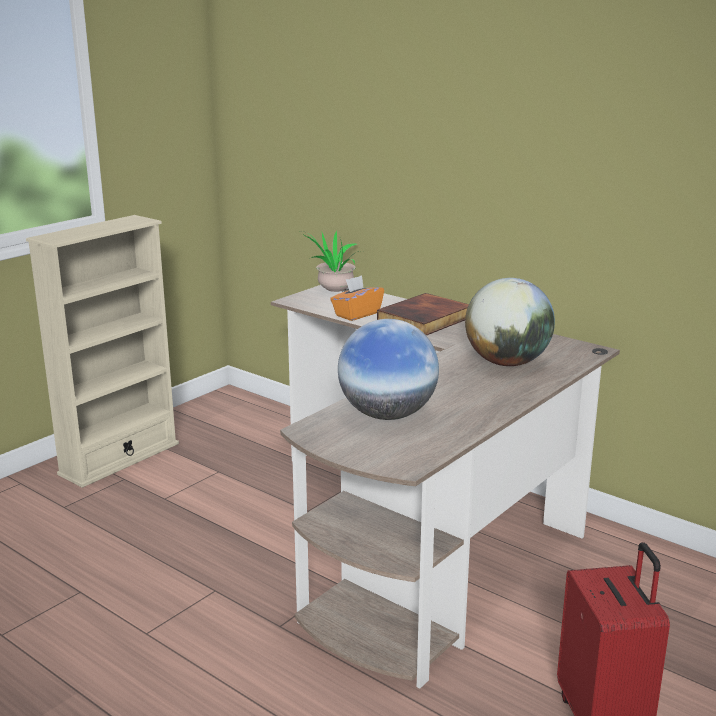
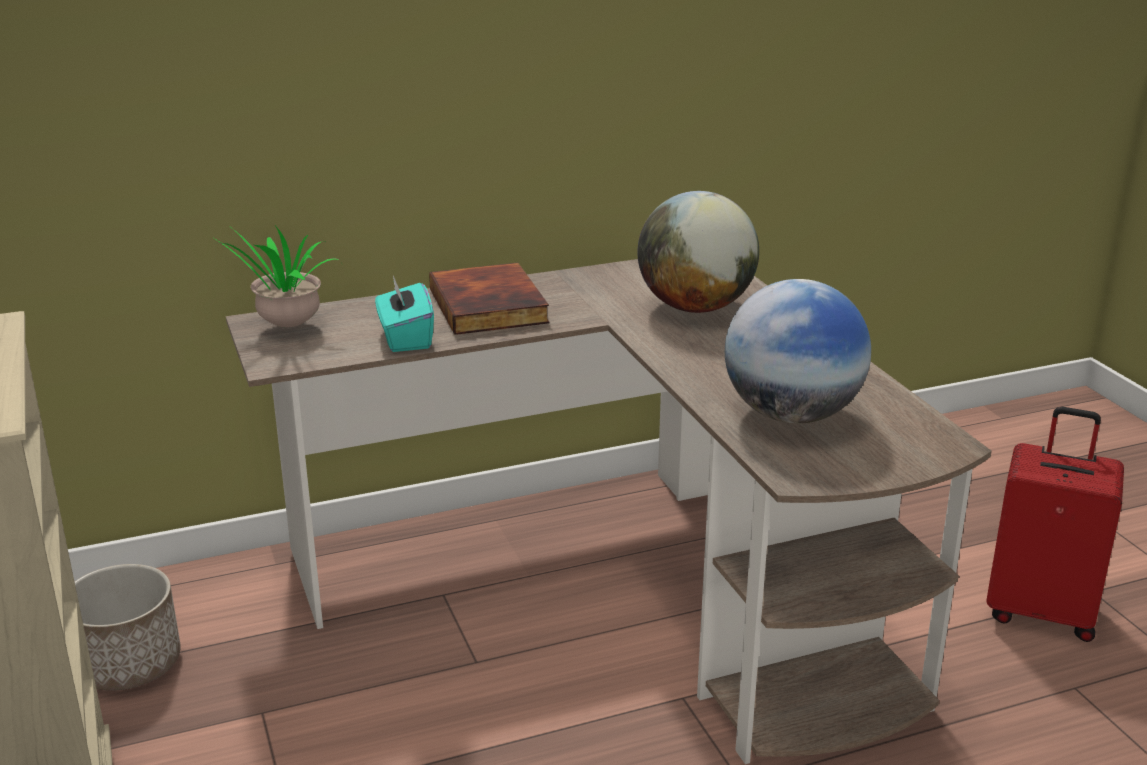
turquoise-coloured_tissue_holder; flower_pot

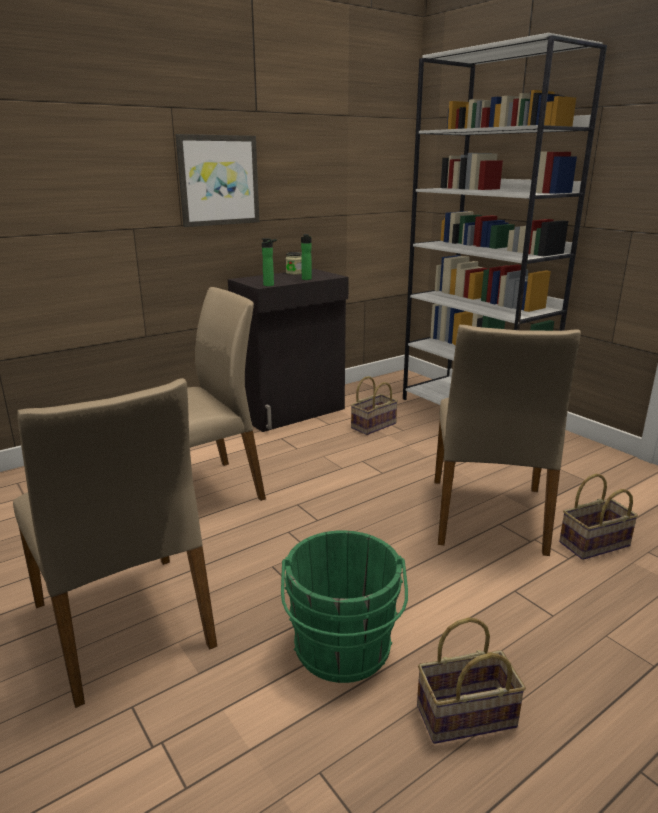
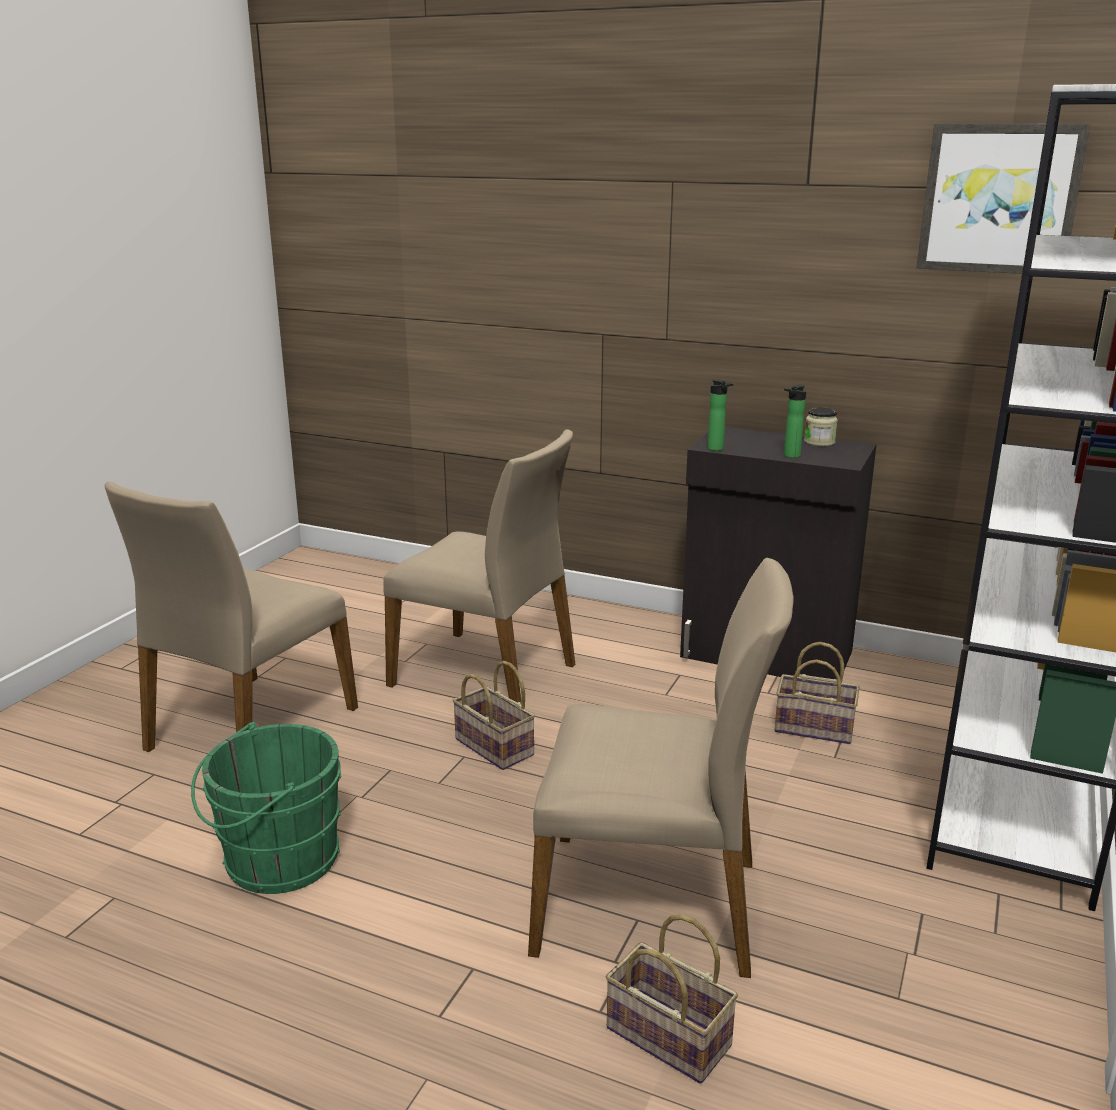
picture; sand-coloured_chair (no. 3 from left); household_basket (no. 1 from left)

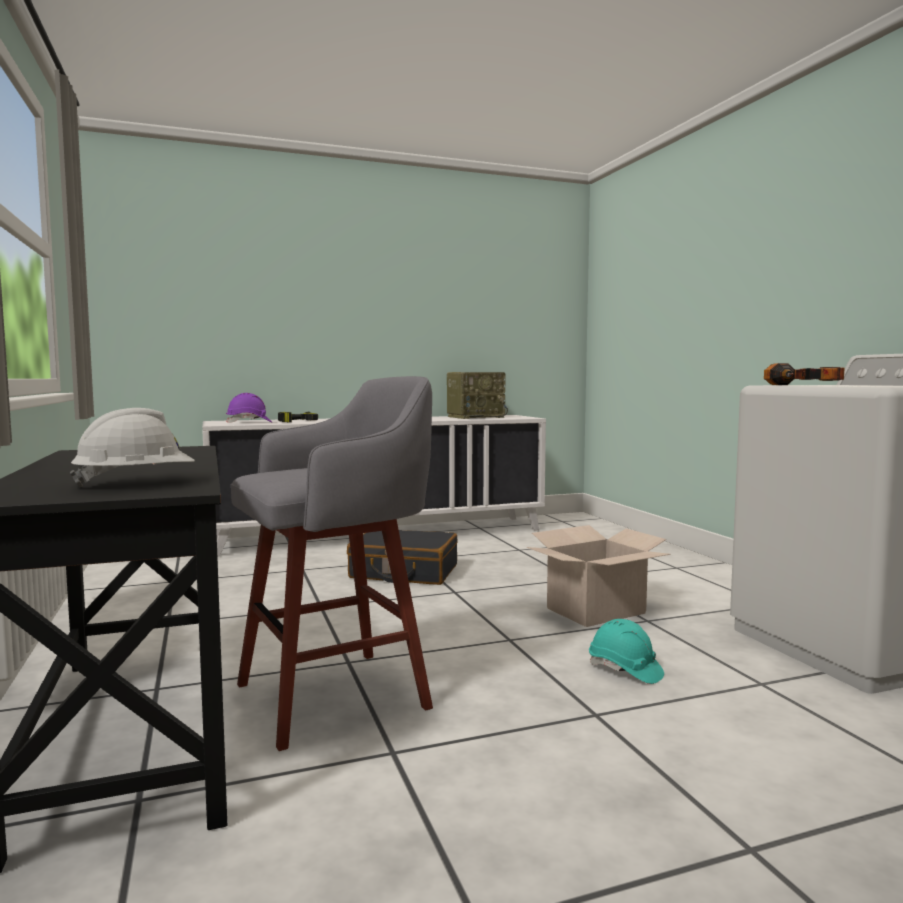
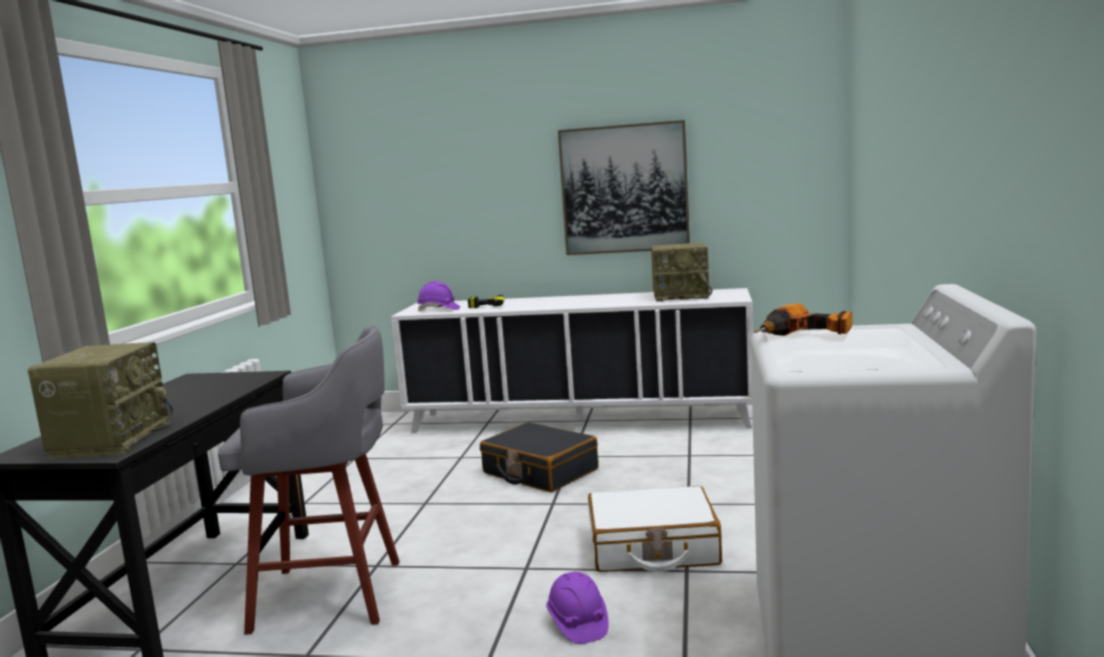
radio_receiver (no. 1 from left); whitish_suitcase; purple_hard_hat (no. 2 from left); picture

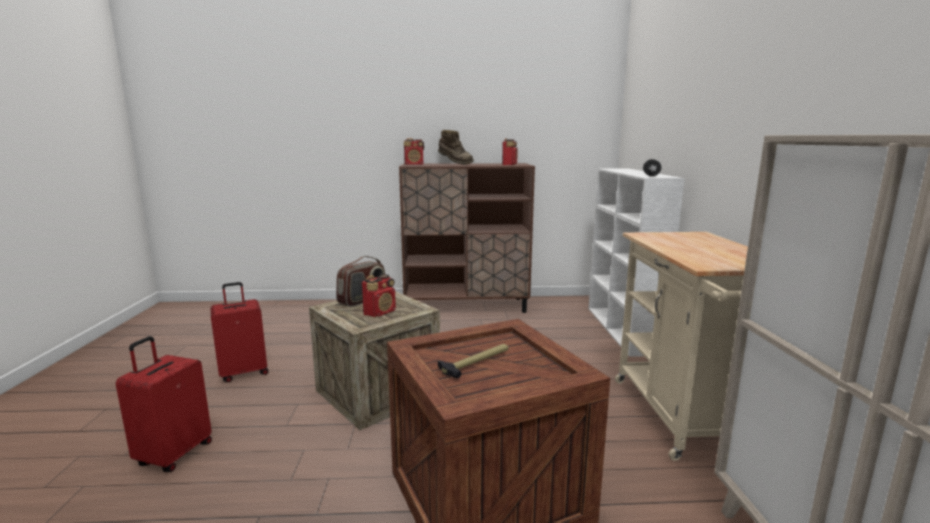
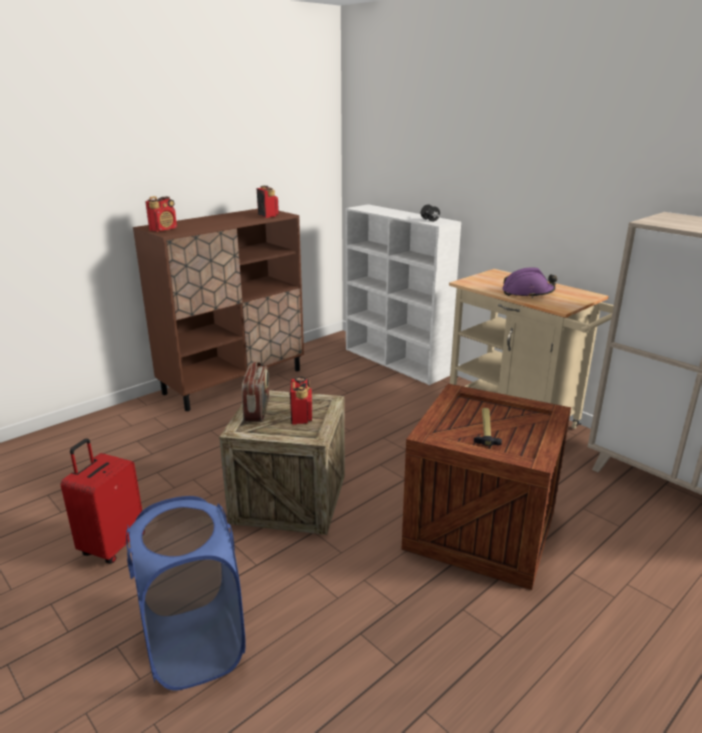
brown_tall_boot; bluish_hamper; purple_hard_hat

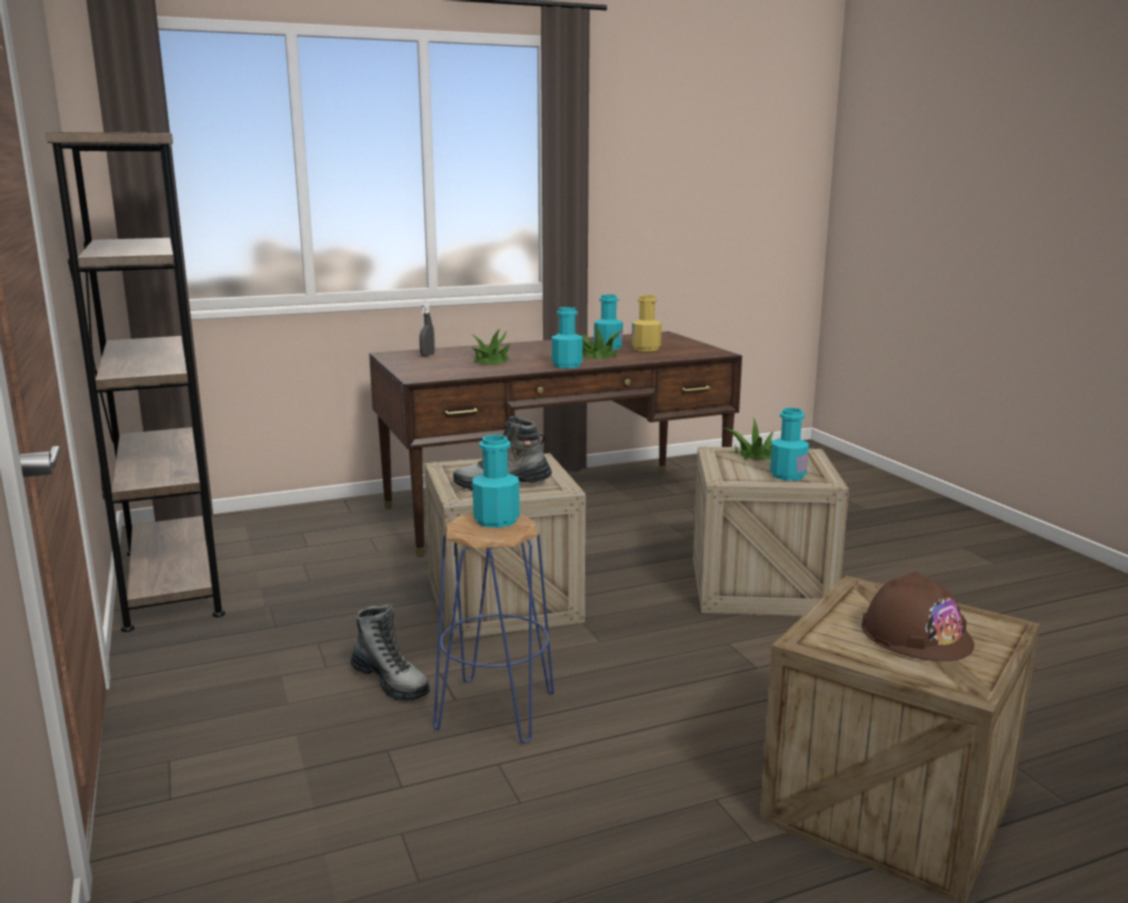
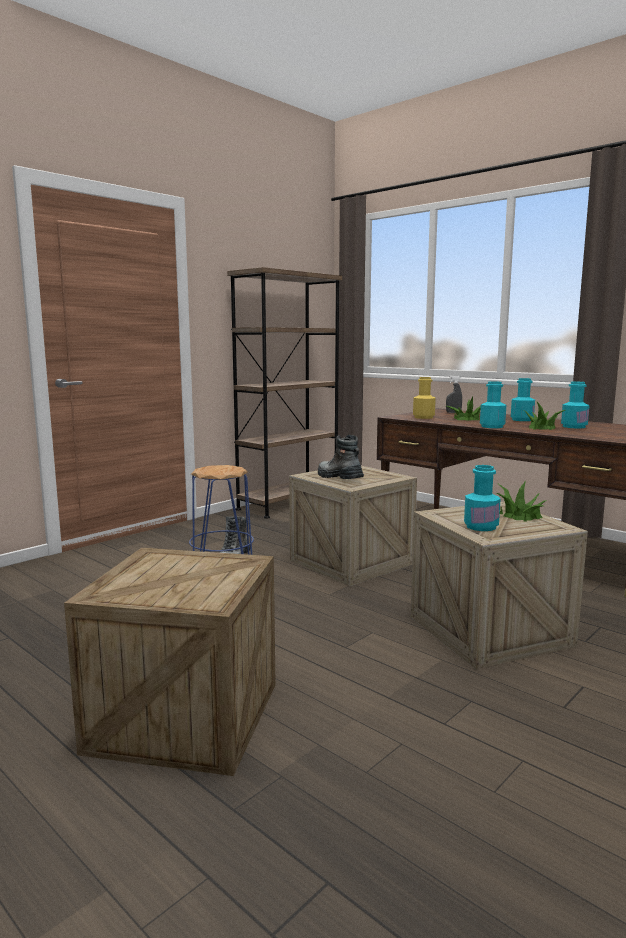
yellow_drink_bottle; turquoise-coloured_drink_bottle (no. 3 from left); brown_hard_hat

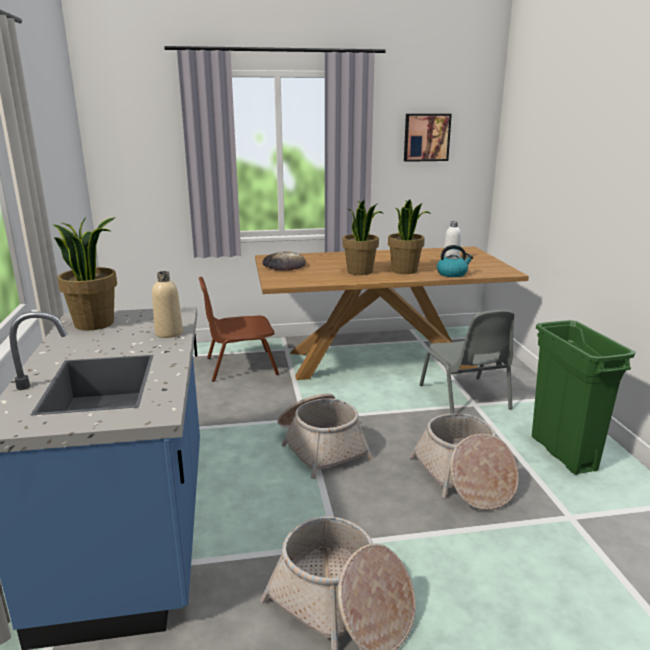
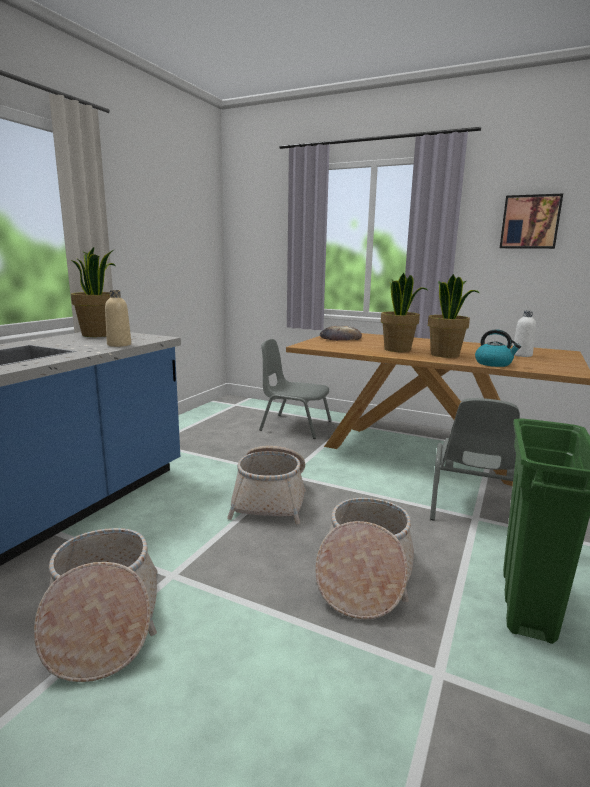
gray_chair (no. 1 from left)

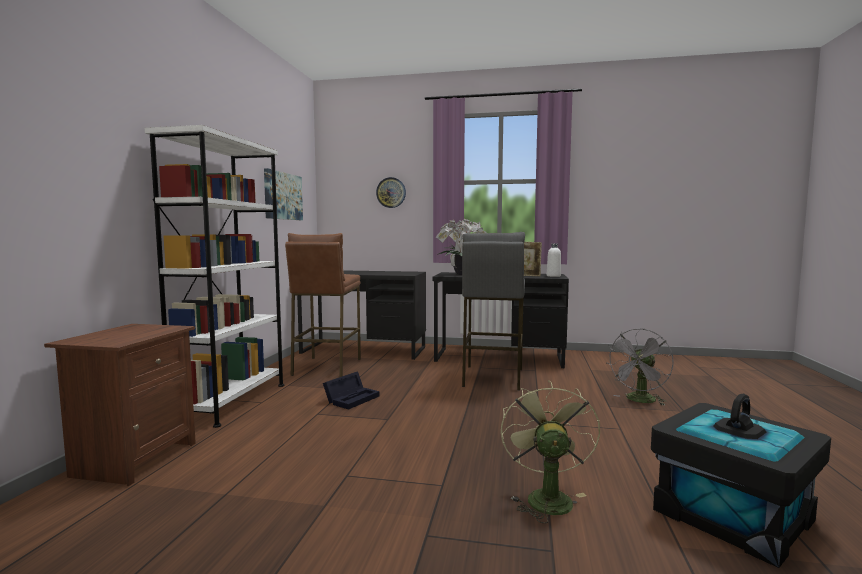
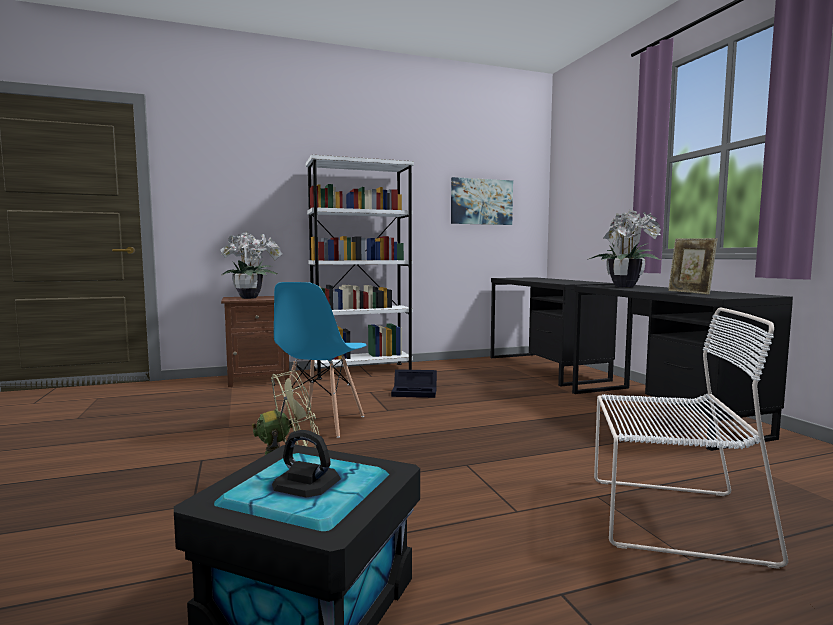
clock_on_the_wall; gray_sitting_stool; brown_sitting_stool; whitish_drink_bottle; whitish_chair; houseplant (no. 1 from left); bluish_chair

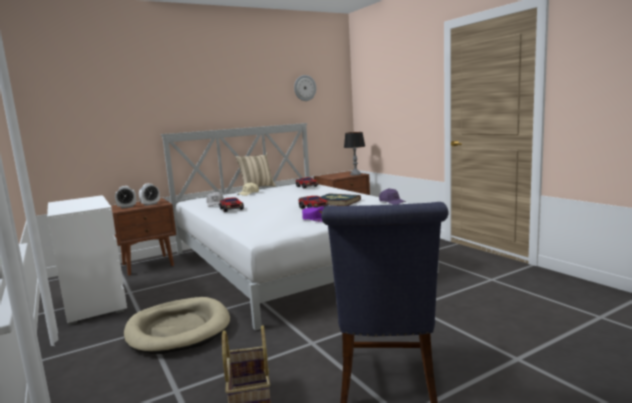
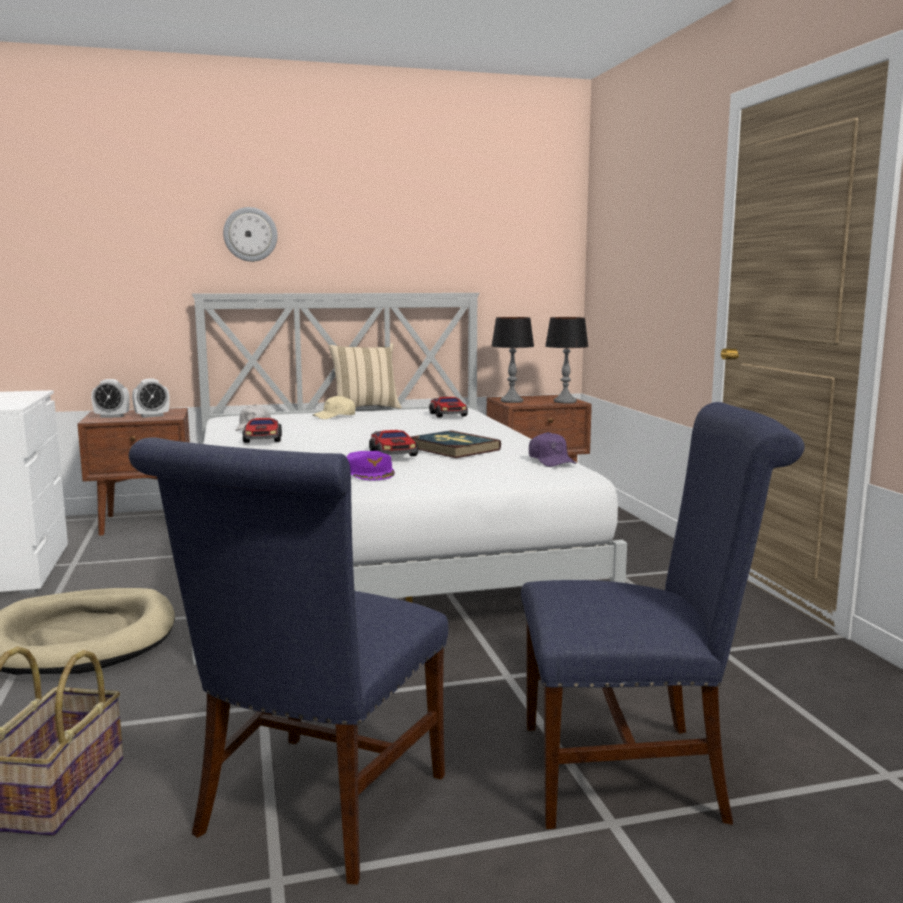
clock_on_the_wall; table_lamp (no. 1 from left); bluish_chair (no. 2 from left)

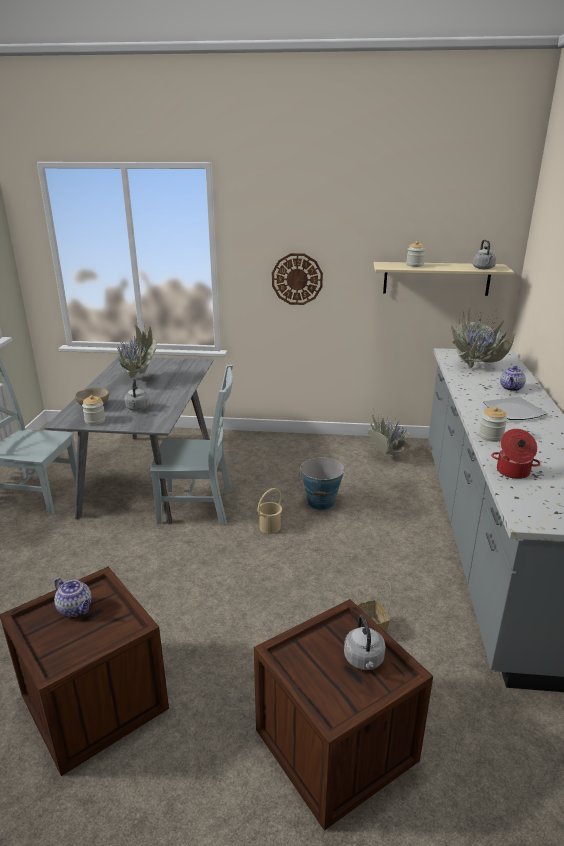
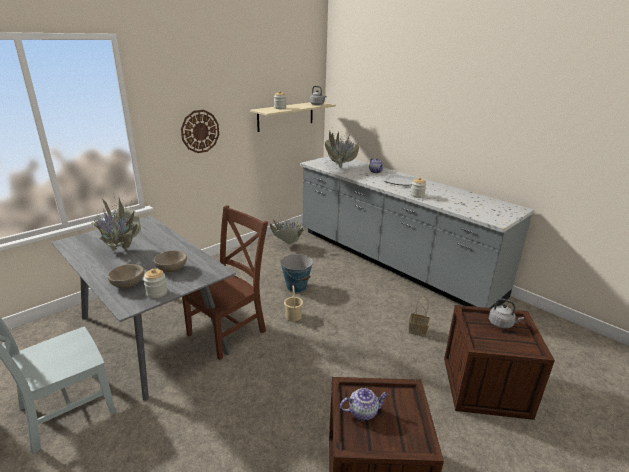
brown_chair; sand-coloured_bowl (no. 2 from left); cooking_pot

